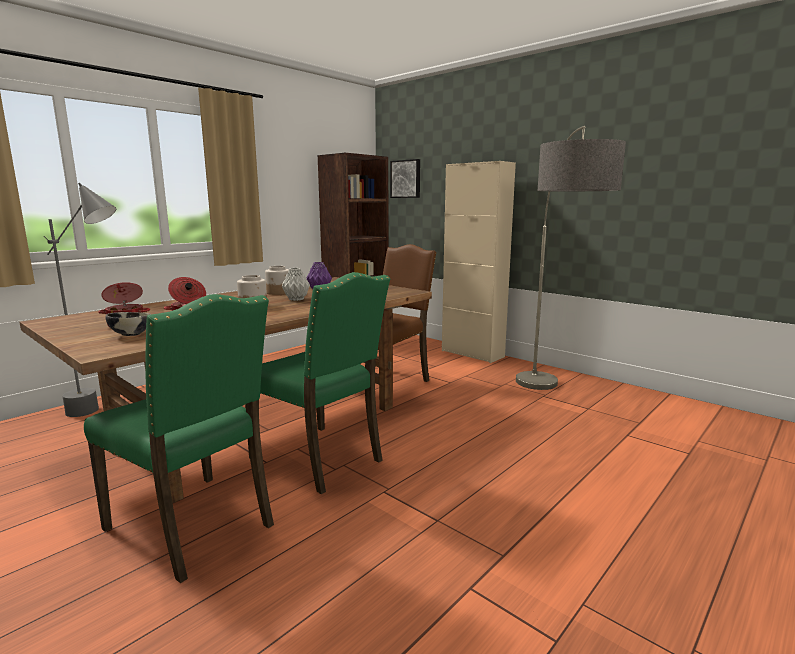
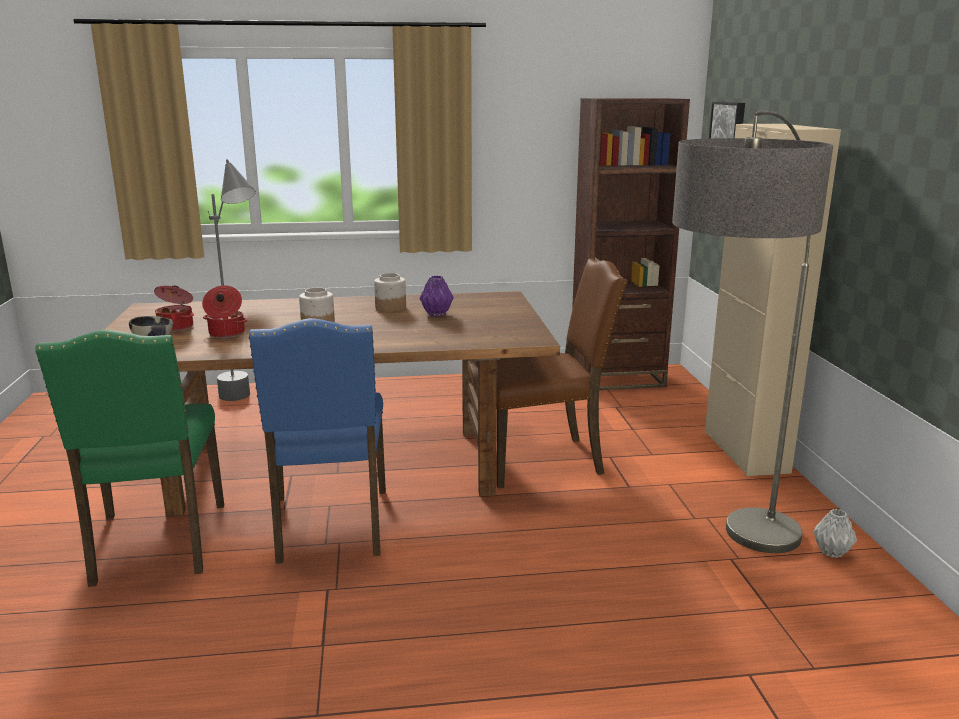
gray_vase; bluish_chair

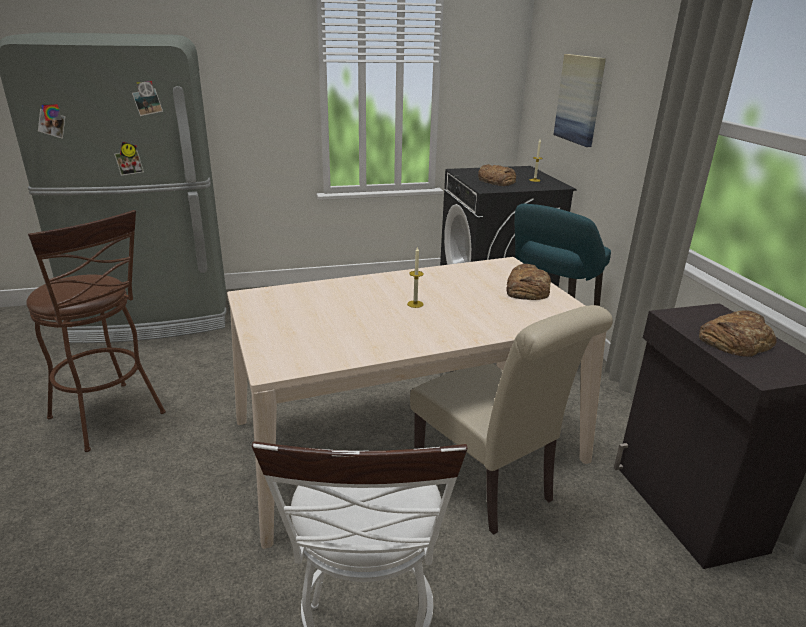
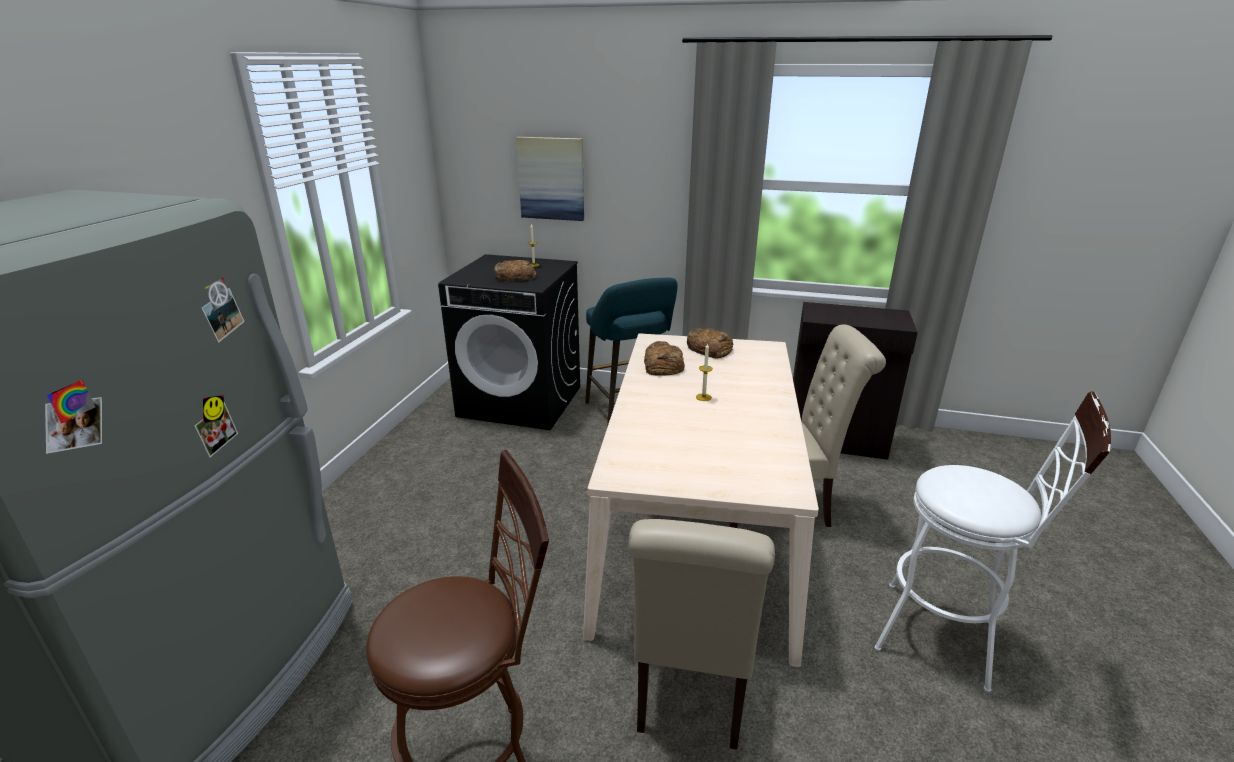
baked_bread (no. 2 from left); sand-coloured_chair (no. 1 from left)

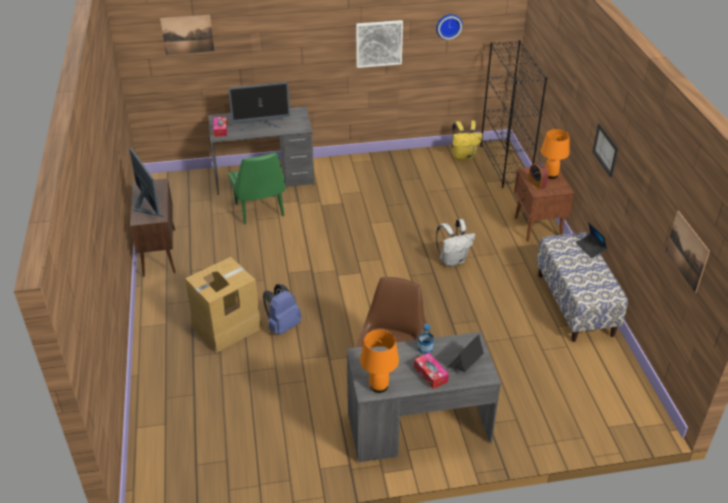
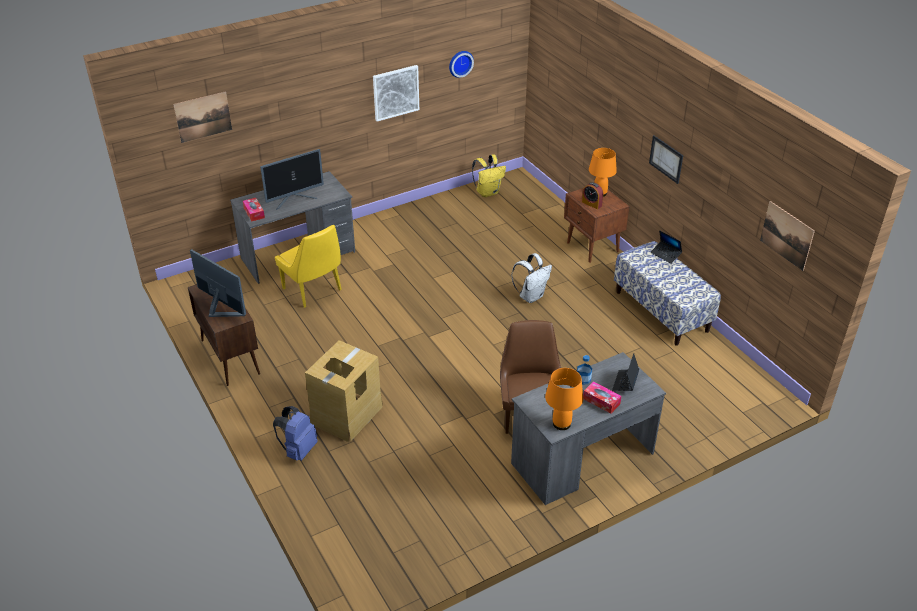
black_shelving_unit; yellow_chair; bluish_rucksack

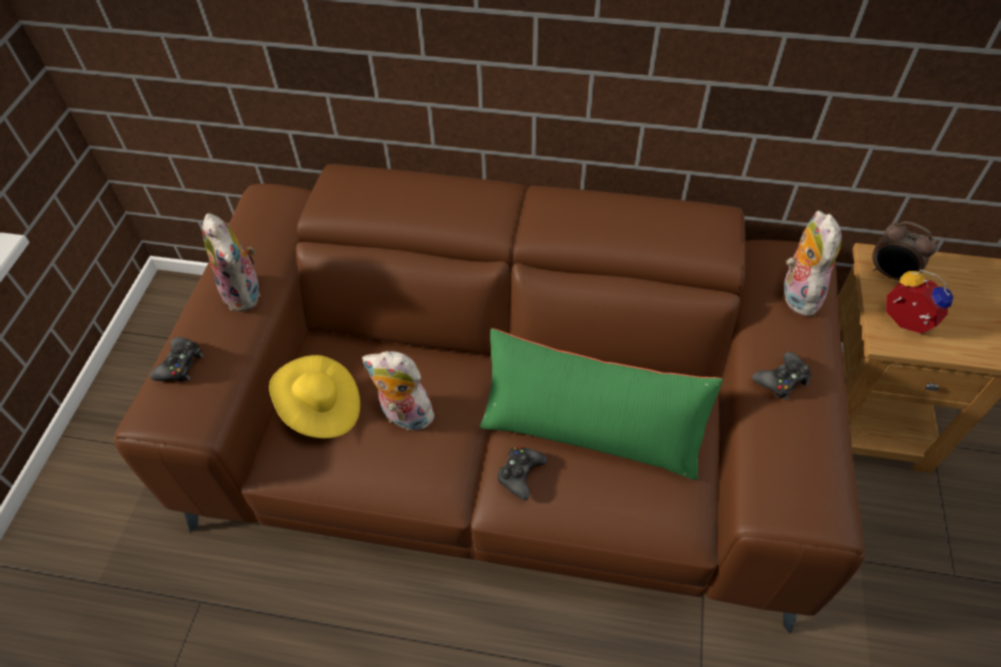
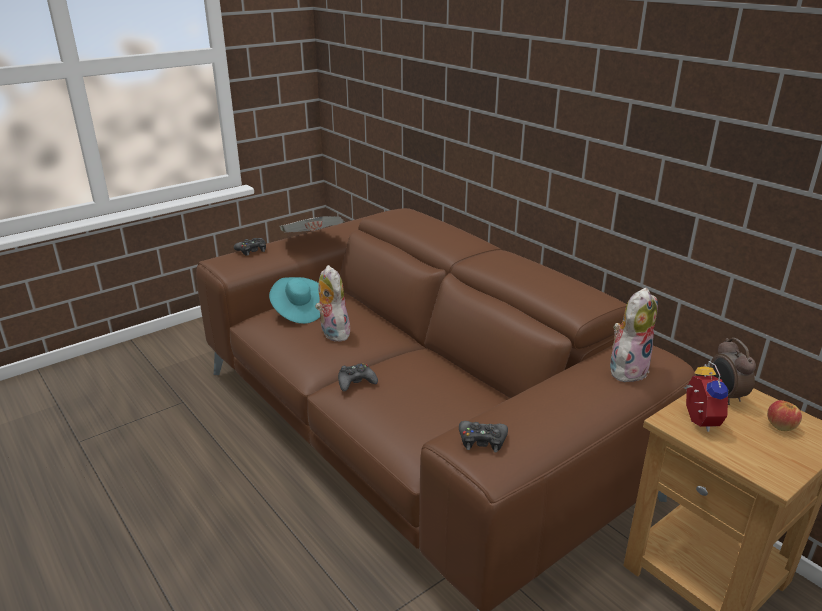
printed_paper; green-coloured_pillow; black_gamepad (no. 3 from left); turquoise-coloured_hat; apple

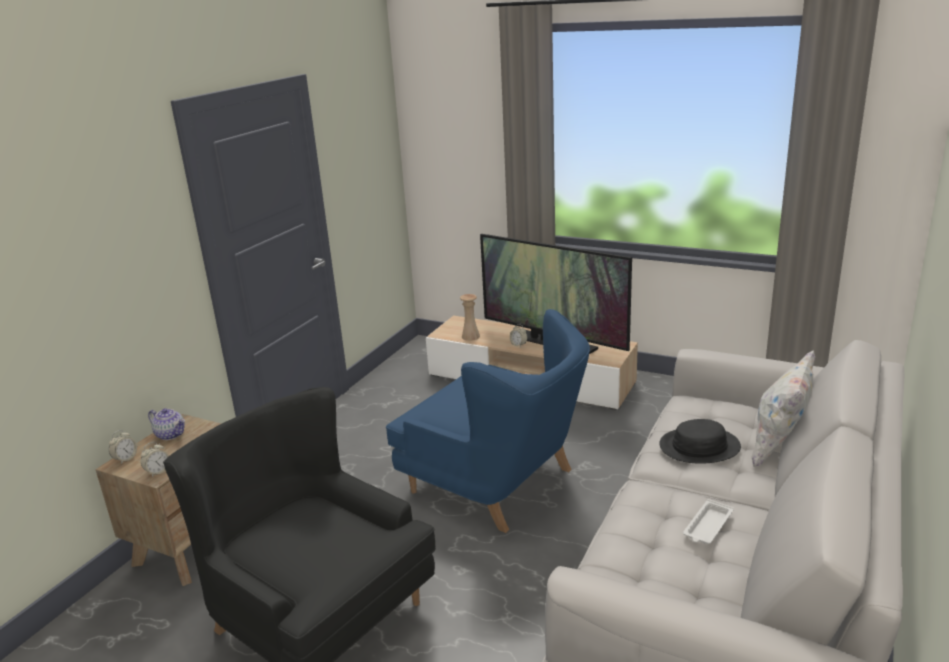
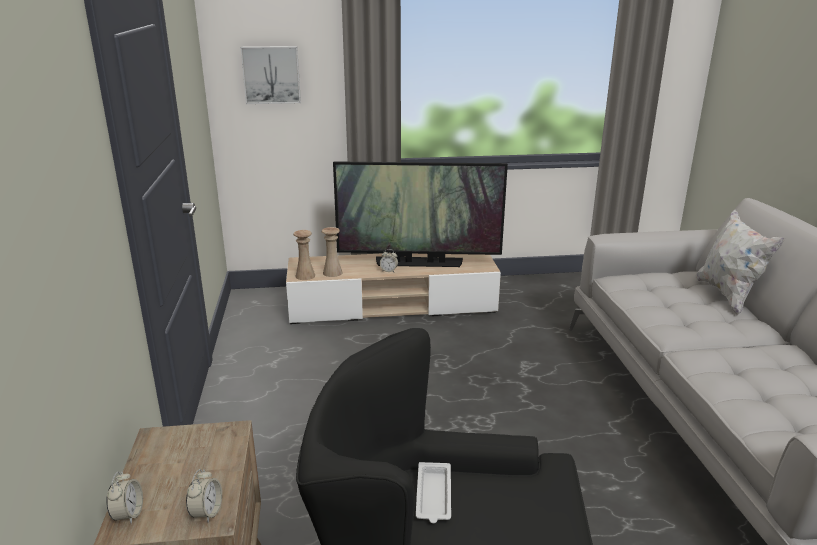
bluish_armchair; teapot; black_hat; whitish_tray; picture; sand-coloured_vase (no. 1 from left)

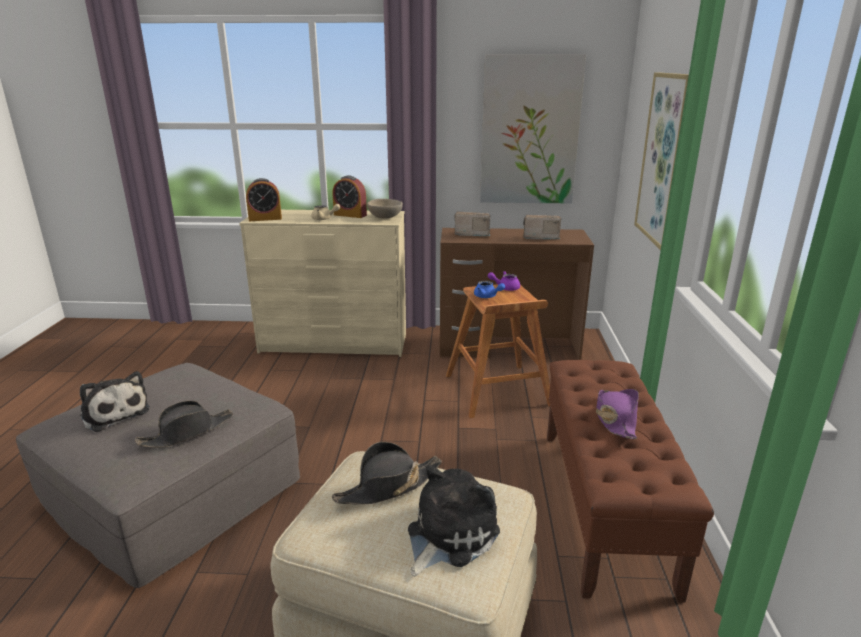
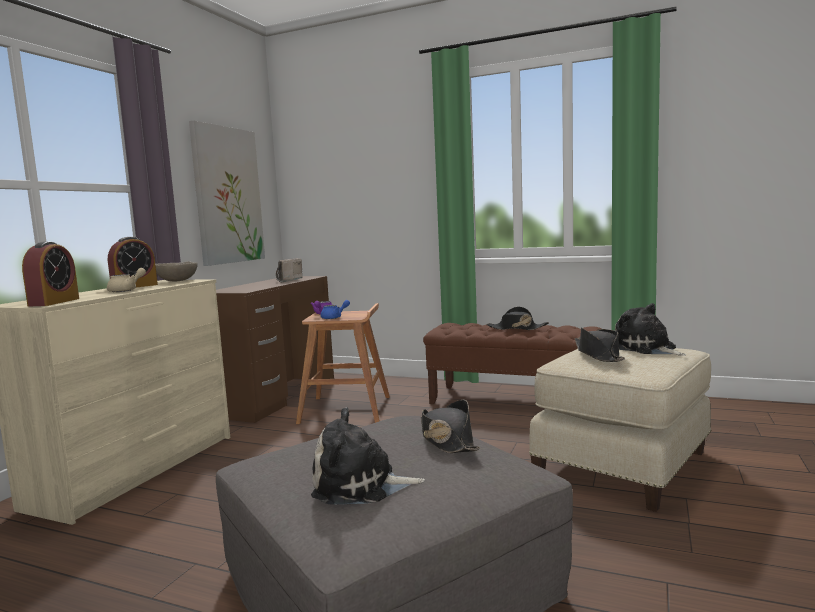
picture (no. 2 from left in the first image); radio_receiver (no. 1 from left in the first image); soft_toy (no. 1 from left); black_hat (no. 2 from left)

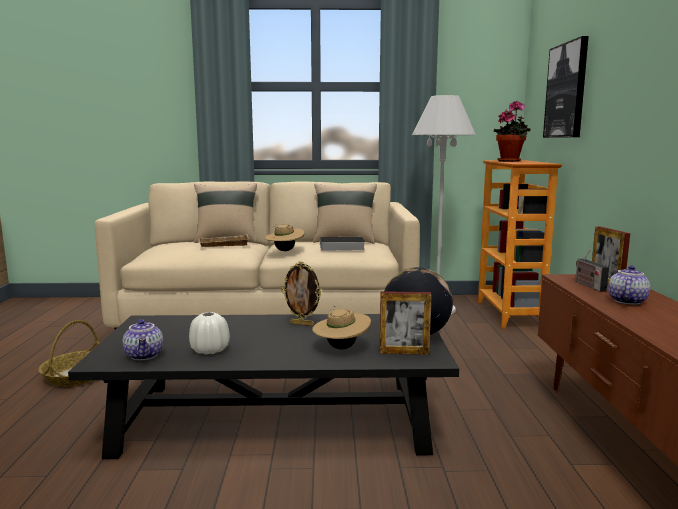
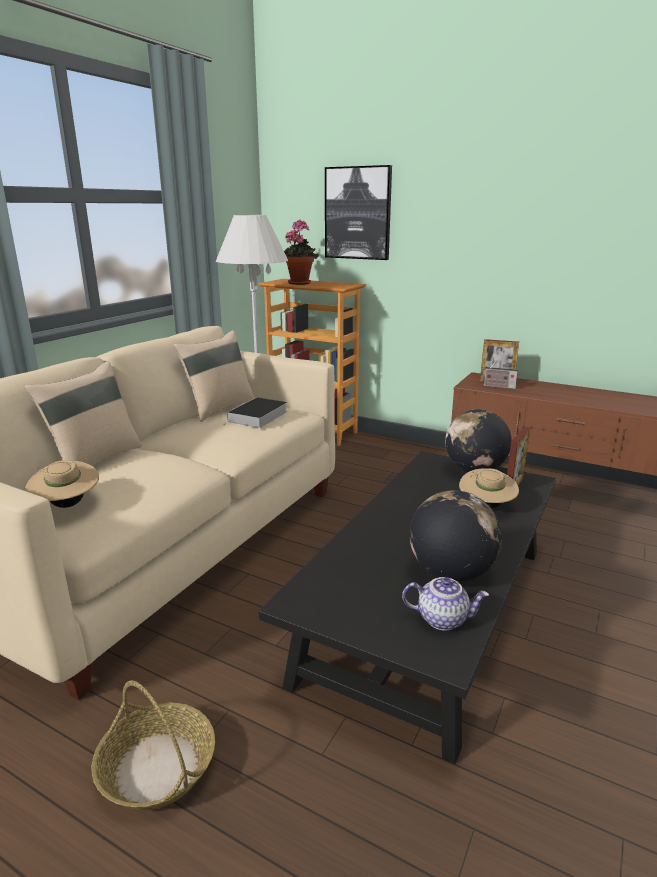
sand-coloured_hat (no. 1 from left); sand-coloured_tray; picture_frame (no. 1 from left in the first image); teapot (no. 2 from left in the first image); desk_globe (no. 1 from left)

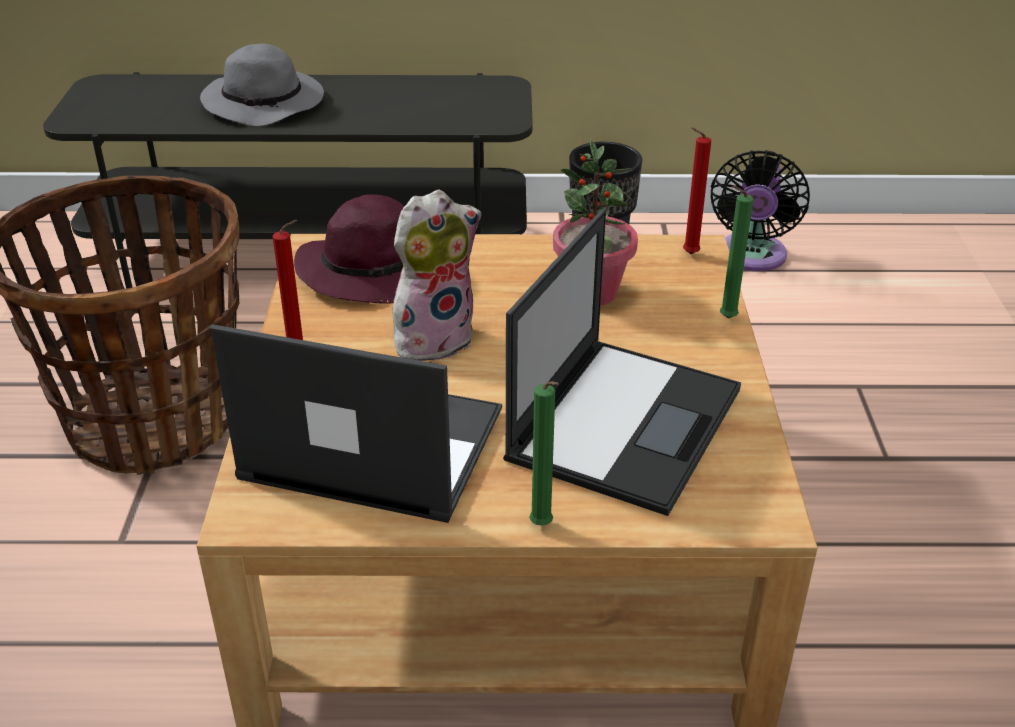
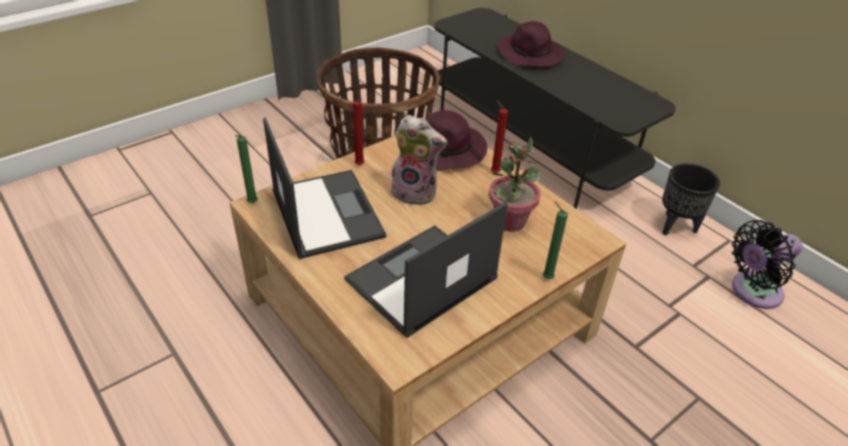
purple_hat (no. 2 from left); red_wax_candle (no. 2 from left); notebook_computer (no. 2 from left); green-coloured_wax_candle (no. 1 from left)

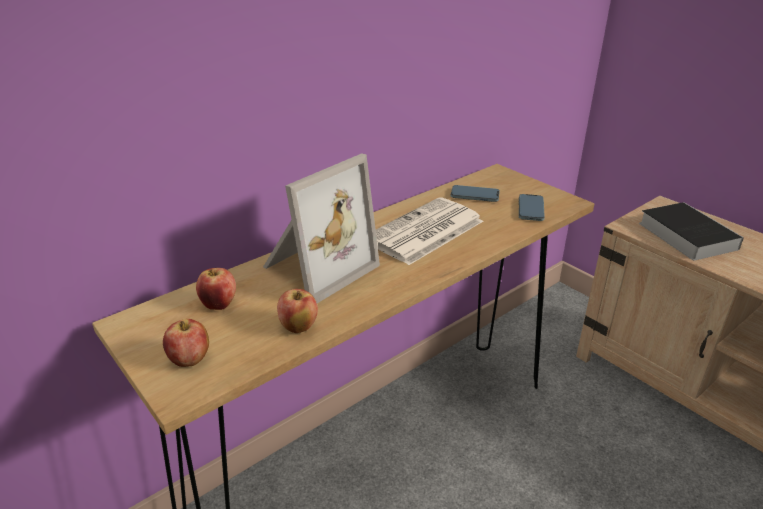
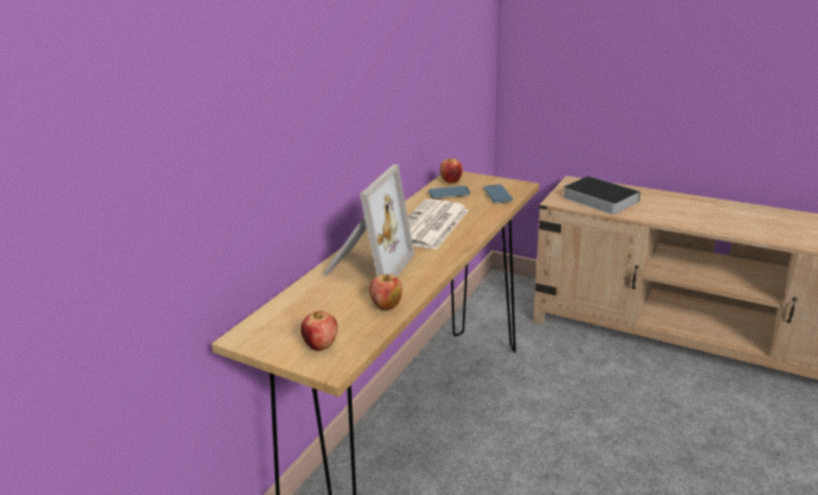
apple (no. 3 from left)

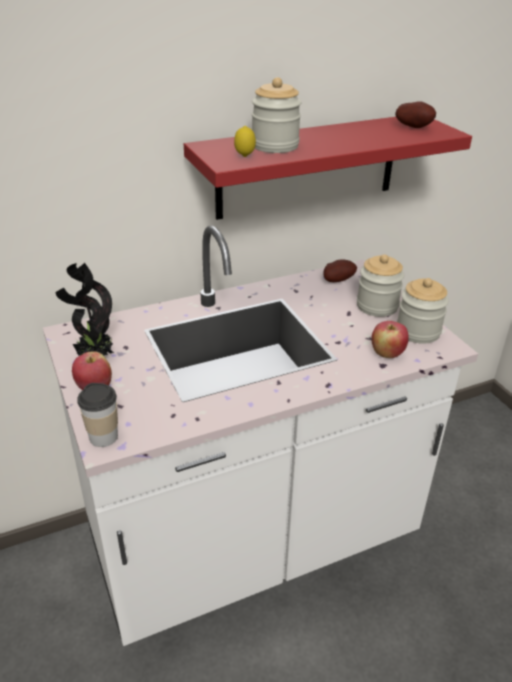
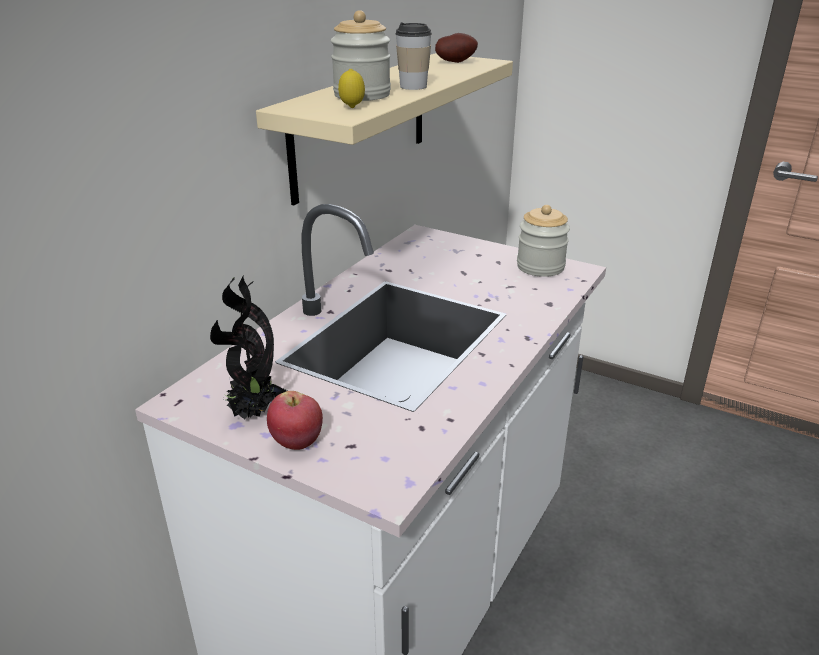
sand-coloured_bracket_shelf; preserve_jar (no. 2 from left in the first image); spud (no. 1 from left in the first image); apple (no. 2 from left in the first image); drinking_cup

